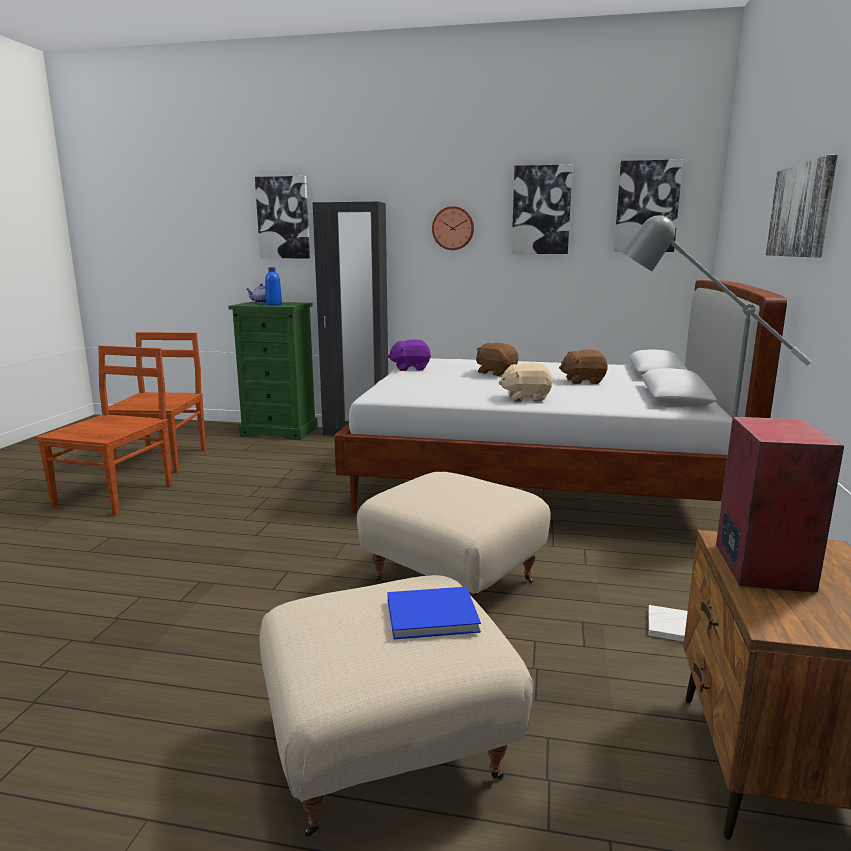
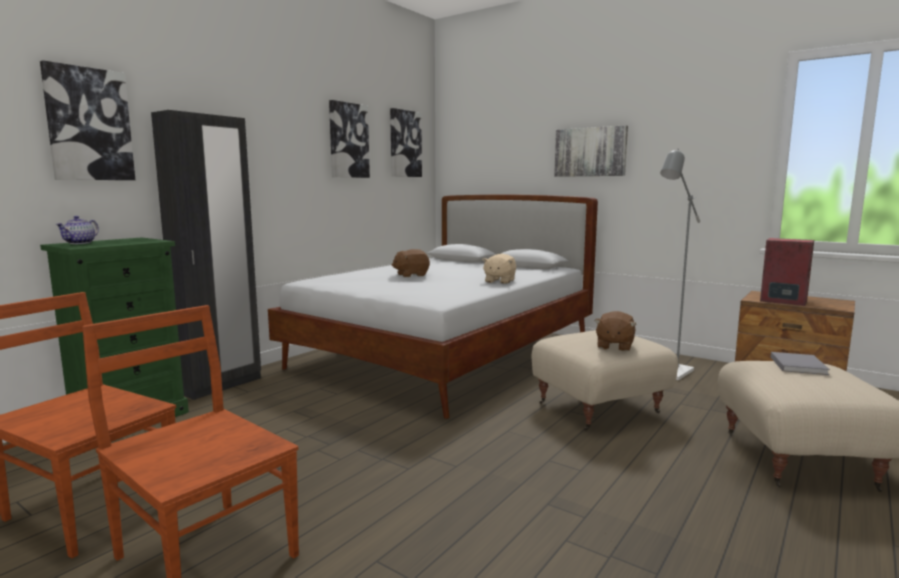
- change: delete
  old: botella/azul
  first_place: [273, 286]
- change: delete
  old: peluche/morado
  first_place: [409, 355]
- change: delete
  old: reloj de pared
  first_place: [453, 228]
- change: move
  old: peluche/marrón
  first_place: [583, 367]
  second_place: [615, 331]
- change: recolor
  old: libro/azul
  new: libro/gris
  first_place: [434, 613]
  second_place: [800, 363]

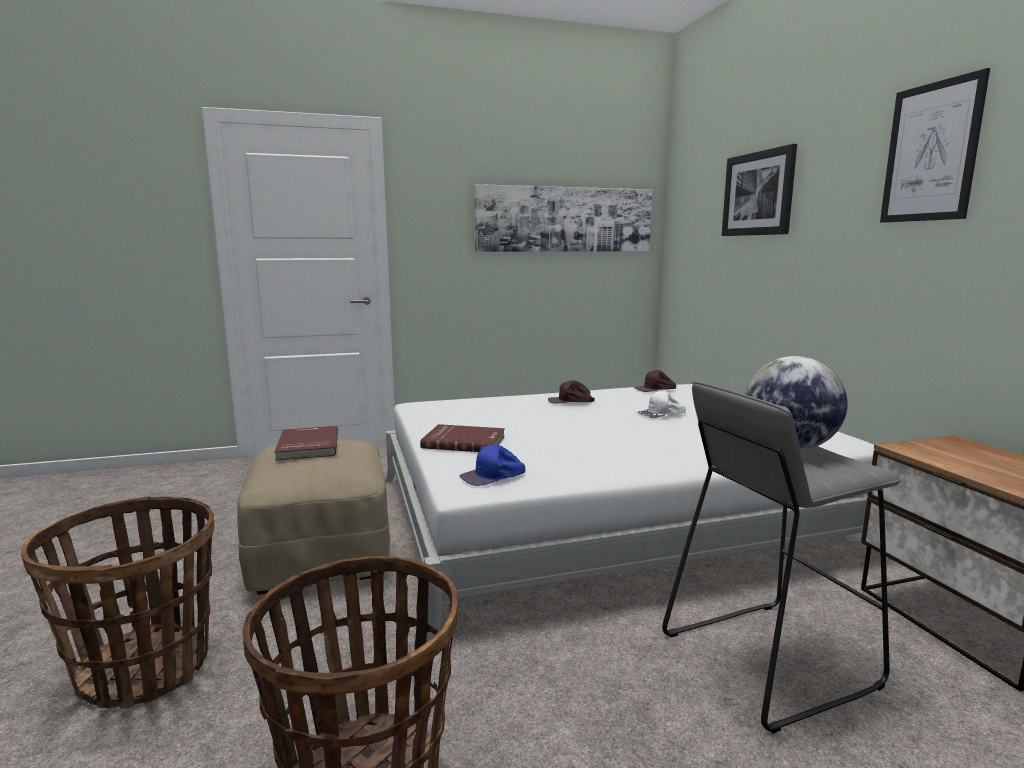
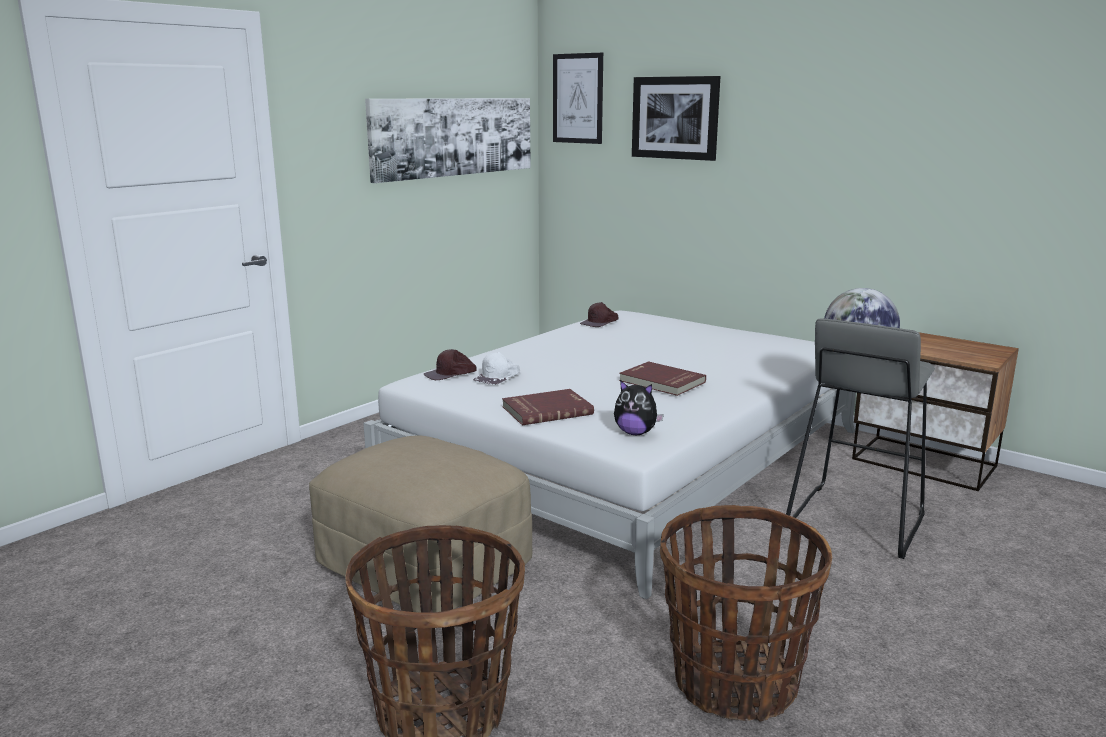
- change: move
  old: libro/rojo
  first_place: [306, 443]
  second_place: [662, 378]
- change: move
  old: gorra/marrón
  first_place: [571, 391]
  second_place: [450, 364]
- change: move
  old: gorra/blanco
  first_place: [661, 404]
  second_place: [496, 368]
- change: move
  old: cuadro
  first_place: [935, 145]
  second_place: [578, 98]
- change: replace
  old: gorra/azul
  new: peluche
  first_place: [492, 465]
  second_place: [639, 407]

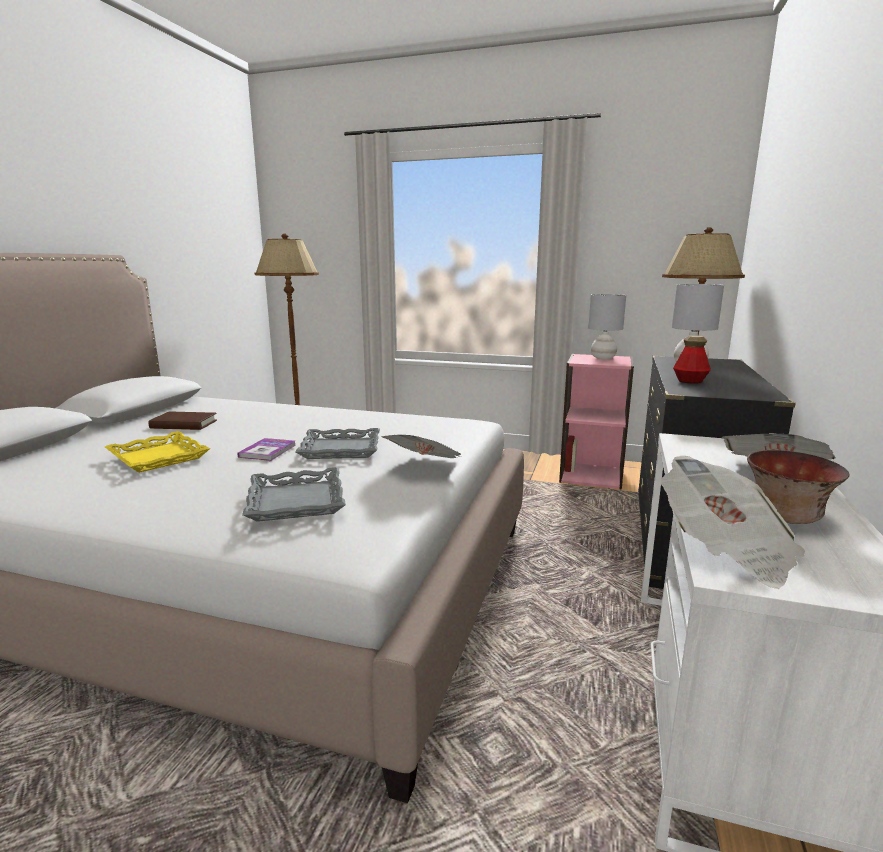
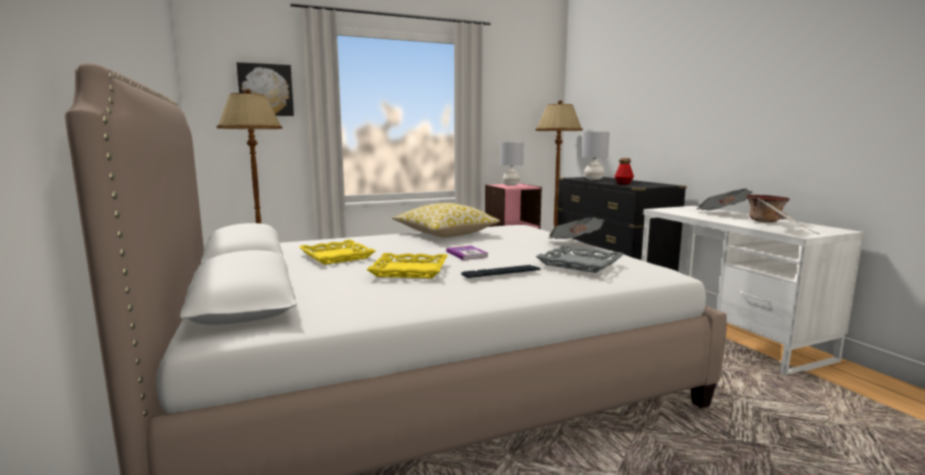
- change: delete
  old: bandeja/gris
  first_place: [338, 443]
- change: insert
  new: cuadro
  second_place: [265, 89]
- change: insert
  new: cojín
  second_place: [446, 220]
- change: insert
  new: teclado
  second_place: [500, 271]
- change: replace
  old: libro/marrón
  new: bandeja/amarillo
  first_place: [183, 421]
  second_place: [337, 252]

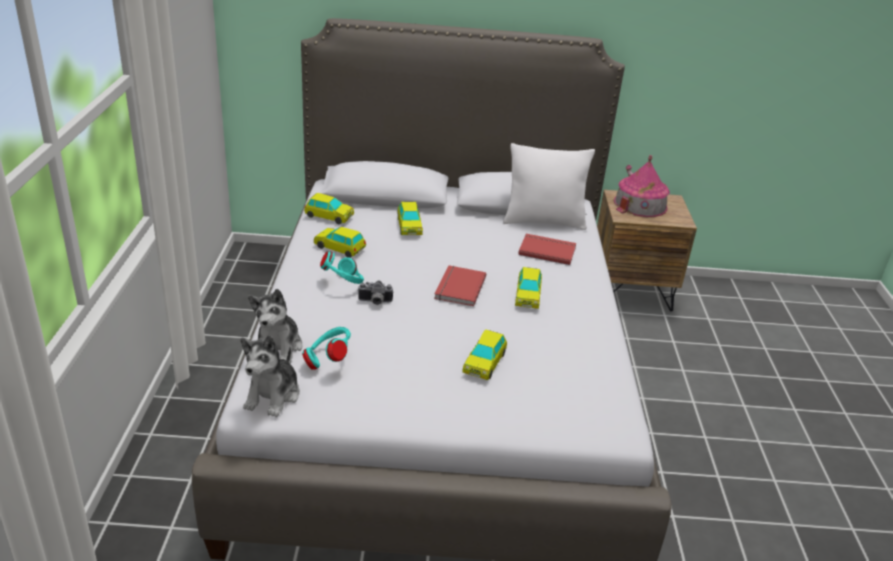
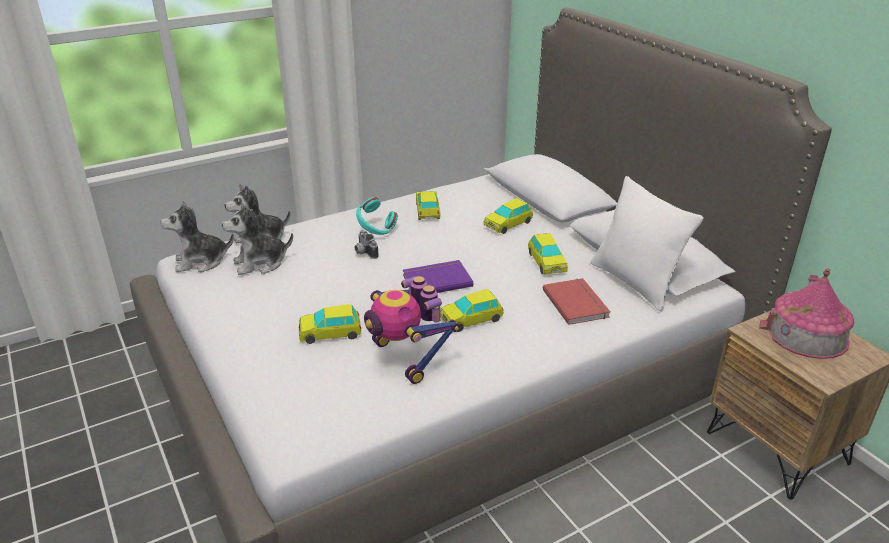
- change: insert
  new: robot de juguete
  second_place: [412, 330]
- change: move
  old: coche de juguete
  first_place: [329, 208]
  second_place: [548, 253]
- change: replace
  old: auriculares/turquesa
  new: peluche
  first_place: [326, 348]
  second_place: [257, 238]
- change: recolor
  old: libro/rojo
  new: libro/morado
  first_place: [460, 285]
  second_place: [438, 276]

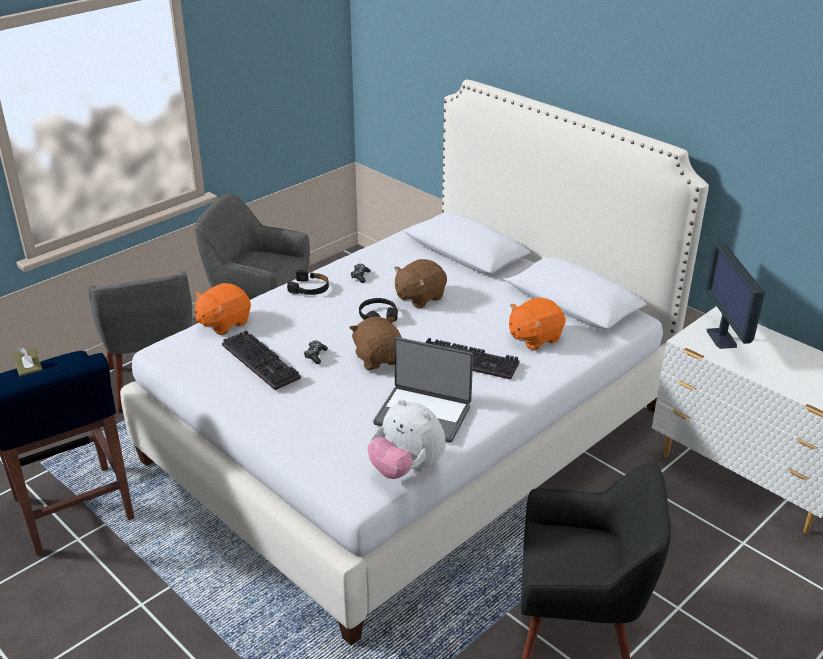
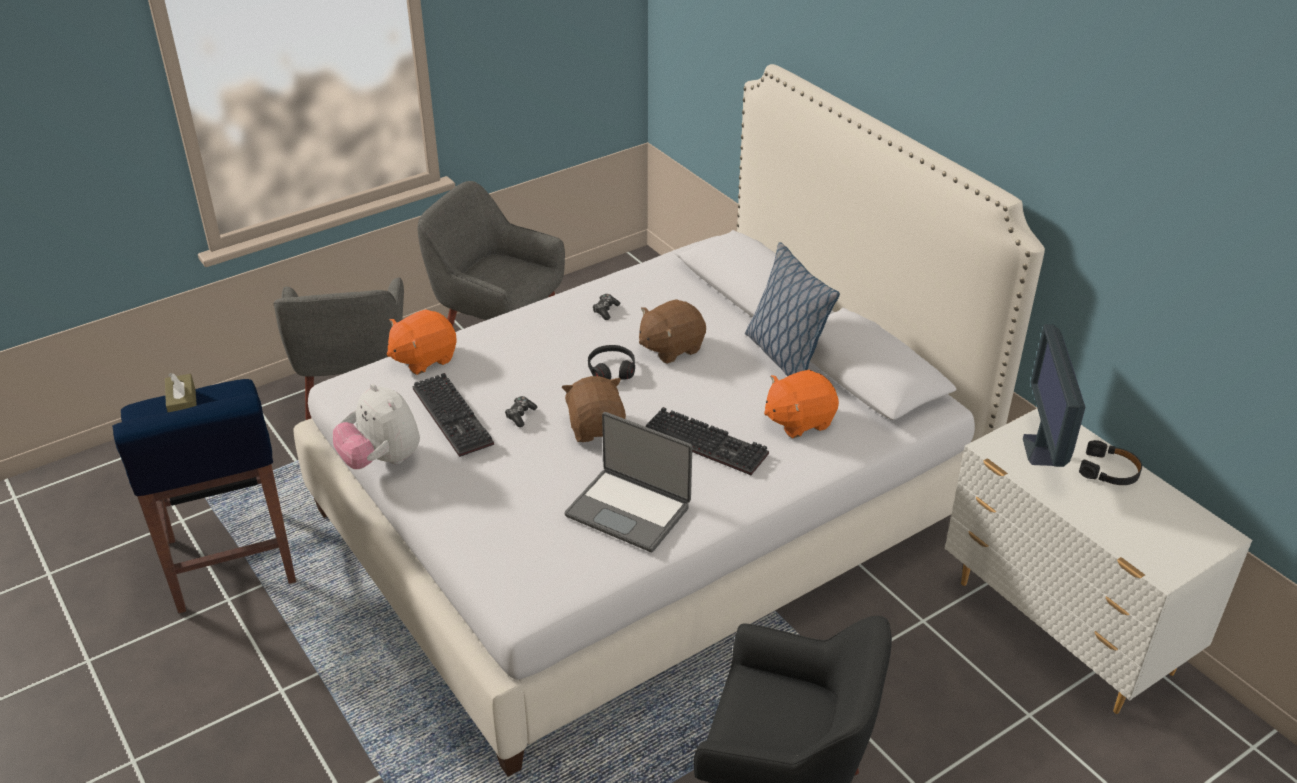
- change: insert
  new: cojín
  second_place: [792, 309]
- change: move
  old: auriculares/negro
  first_place: [308, 282]
  second_place: [1110, 462]
- change: move
  old: peluche
  first_place: [407, 439]
  second_place: [376, 426]

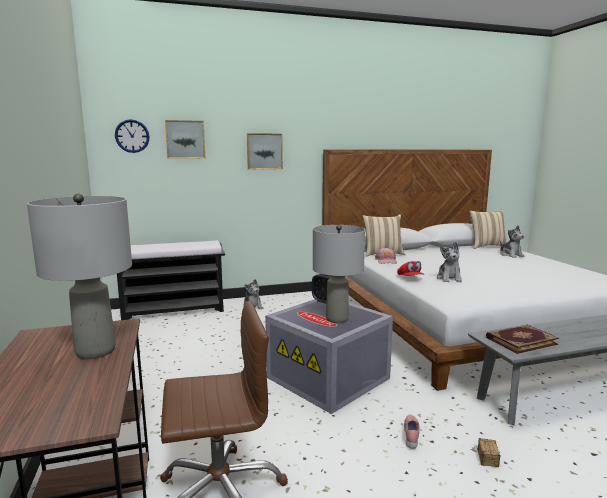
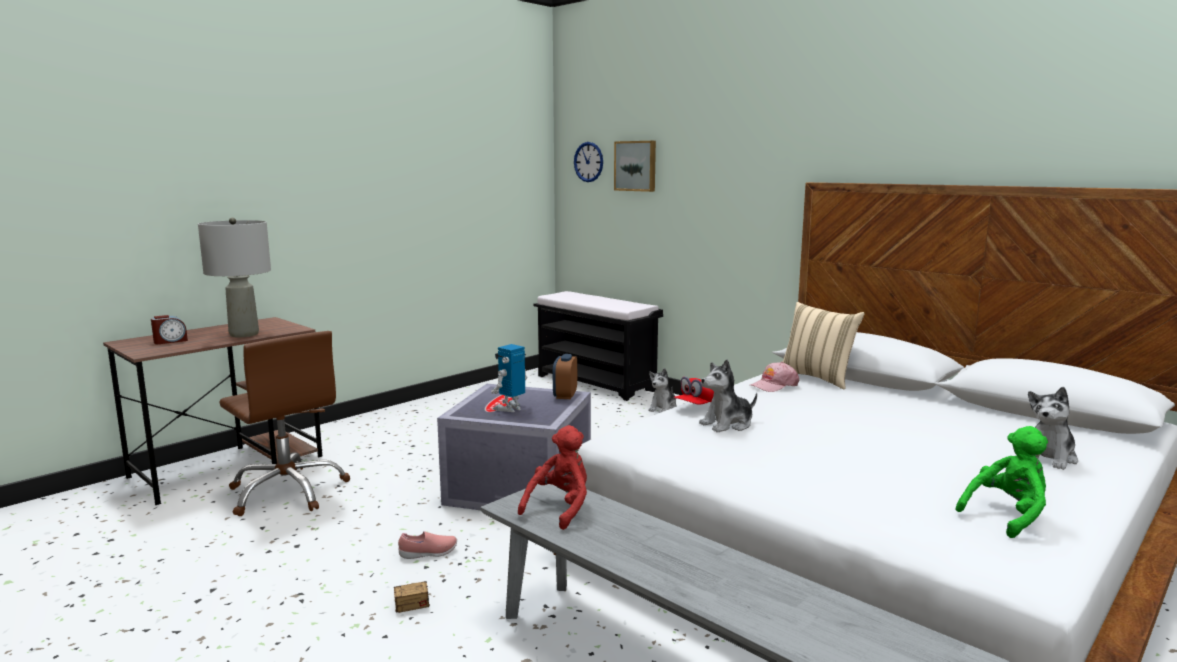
- change: delete
  old: cuadro
  first_place: [265, 151]
- change: delete
  old: cojín/beis
  first_place: [488, 229]
- change: insert
  new: despertador
  second_place: [169, 329]
- change: insert
  new: peluche/verde
  second_place: [1002, 482]
- change: replace
  old: lámpara de mesa/gris
  new: robot de juguete
  first_place: [339, 274]
  second_place: [509, 378]
- change: replace
  old: libro
  new: peluche/rojo
  first_place: [522, 339]
  second_place: [552, 477]

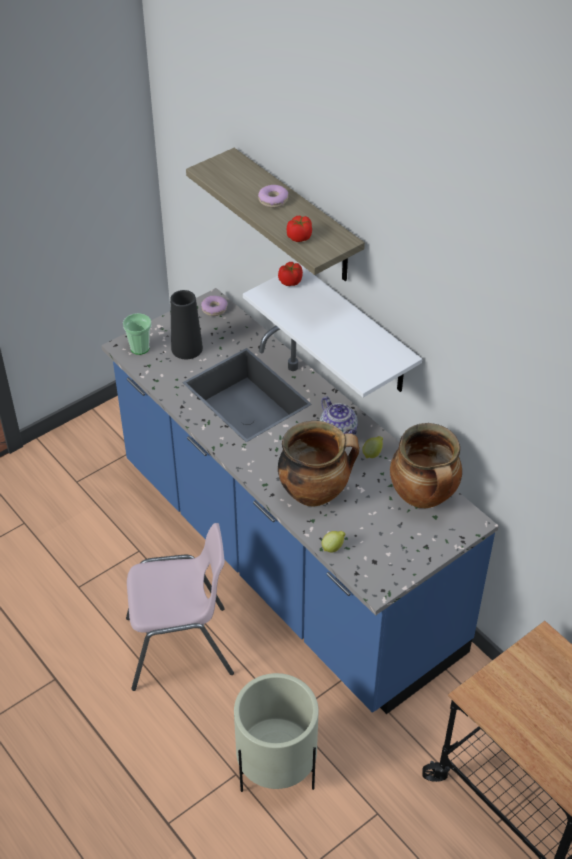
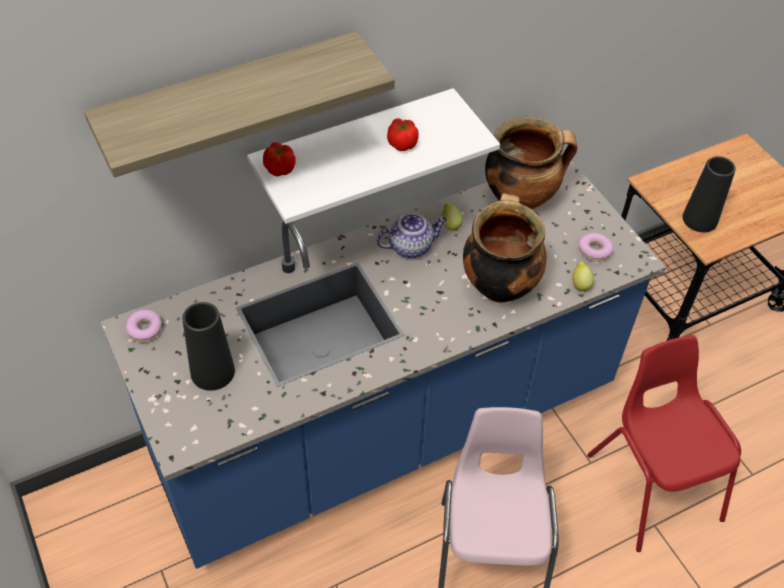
- change: delete
  old: taza
  first_place: [137, 334]
- change: insert
  new: florero/negro
  second_place: [709, 194]
- change: move
  old: rosquilla
  first_place: [273, 196]
  second_place: [596, 247]
- change: move
  old: tomate
  first_place: [299, 229]
  second_place: [402, 134]
- change: replace
  old: maceta/beis
  new: silla/rojo
  first_place: [276, 732]
  second_place: [664, 443]

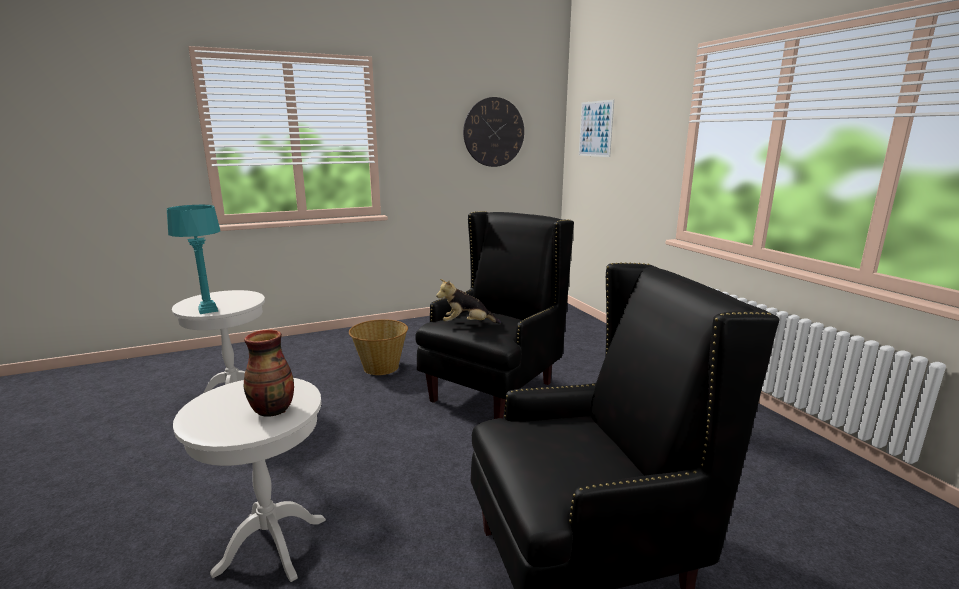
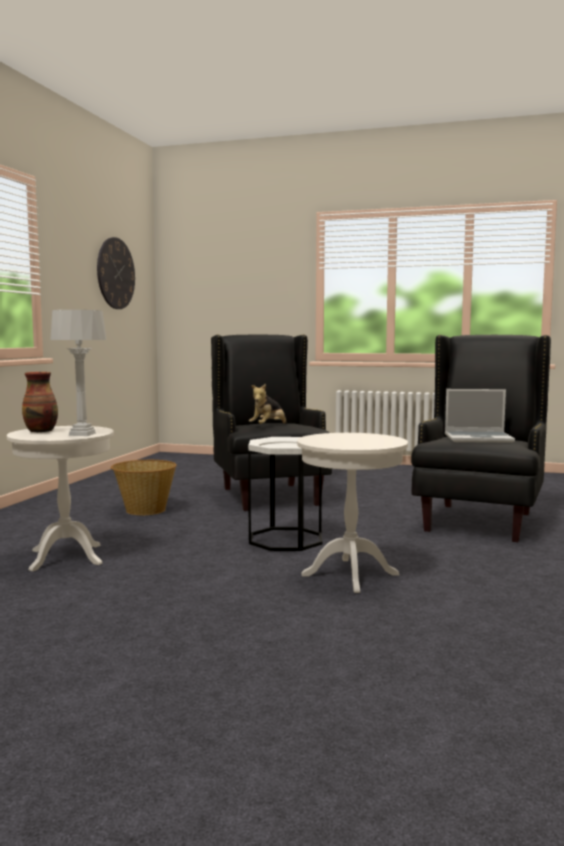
- change: delete
  old: cuadro
  first_place: [596, 128]
- change: insert
  new: mesa auxiliar/blanco
  second_place: [285, 494]
- change: insert
  new: portátil
  second_place: [480, 416]
- change: move
  old: florero
  first_place: [269, 373]
  second_place: [40, 402]
- change: recolor
  old: lámpara de mesa/turquesa
  new: lámpara de mesa/gris
  first_place: [193, 259]
  second_place: [78, 373]

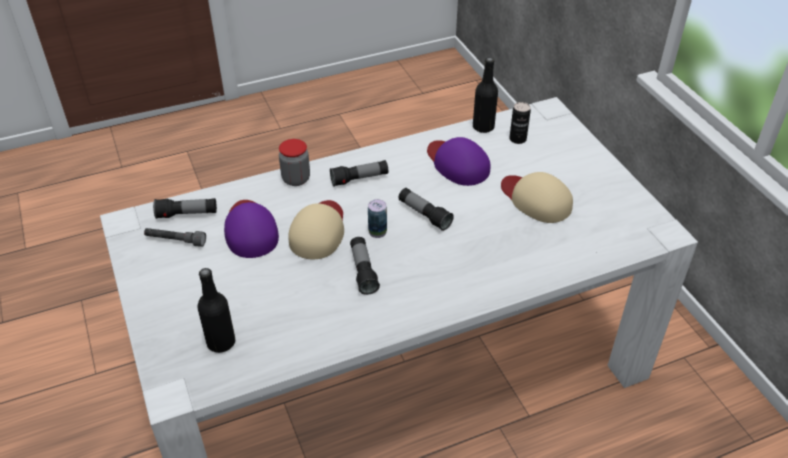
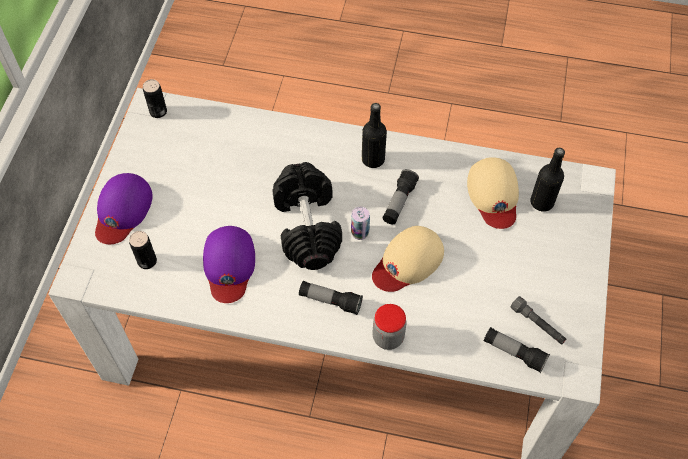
- change: insert
  new: lata
  second_place: [155, 98]
- change: move
  old: gorra/morado
  first_place: [251, 229]
  second_place: [124, 208]
- change: move
  old: botella/negro
  first_place: [485, 95]
  second_place: [374, 135]
- change: move
  old: gorra/beis
  first_place: [537, 197]
  second_place: [493, 193]
- change: replace
  old: linterna
  new: mancuerna/negro
  first_place: [426, 209]
  second_place: [307, 216]

